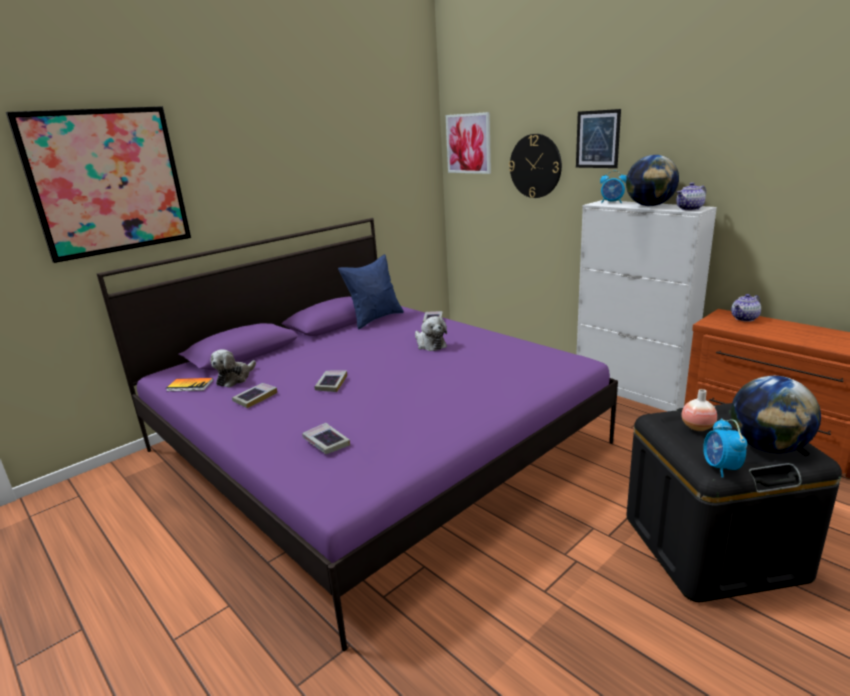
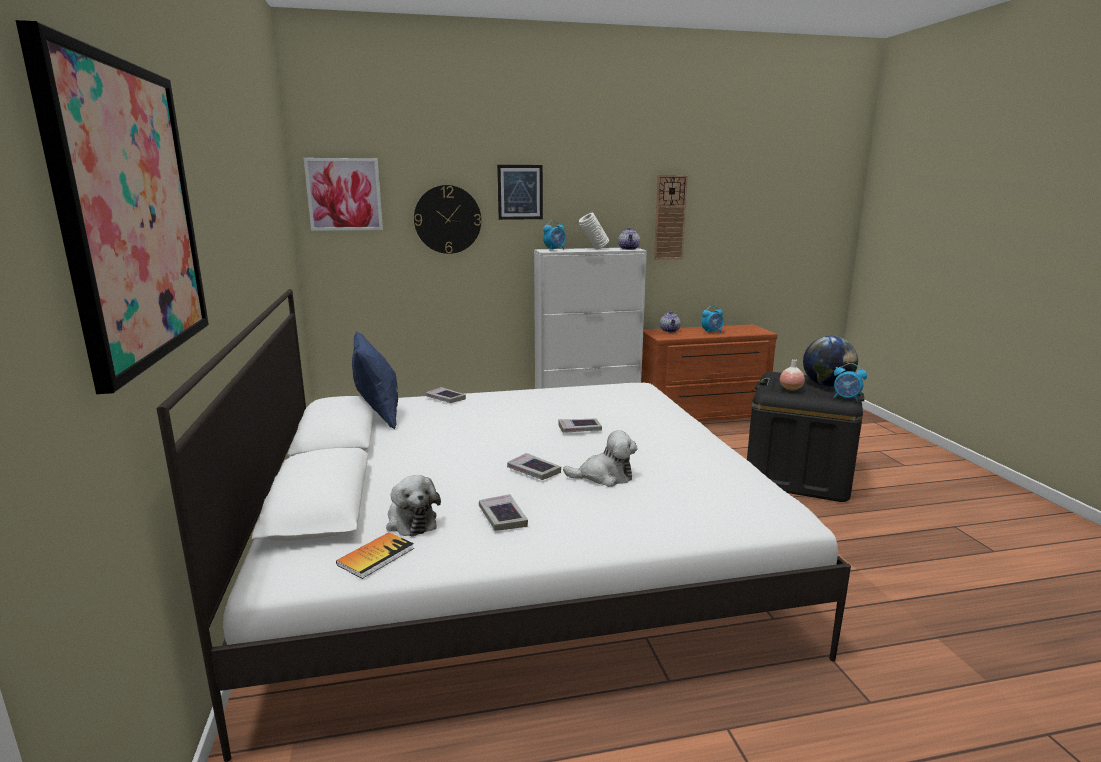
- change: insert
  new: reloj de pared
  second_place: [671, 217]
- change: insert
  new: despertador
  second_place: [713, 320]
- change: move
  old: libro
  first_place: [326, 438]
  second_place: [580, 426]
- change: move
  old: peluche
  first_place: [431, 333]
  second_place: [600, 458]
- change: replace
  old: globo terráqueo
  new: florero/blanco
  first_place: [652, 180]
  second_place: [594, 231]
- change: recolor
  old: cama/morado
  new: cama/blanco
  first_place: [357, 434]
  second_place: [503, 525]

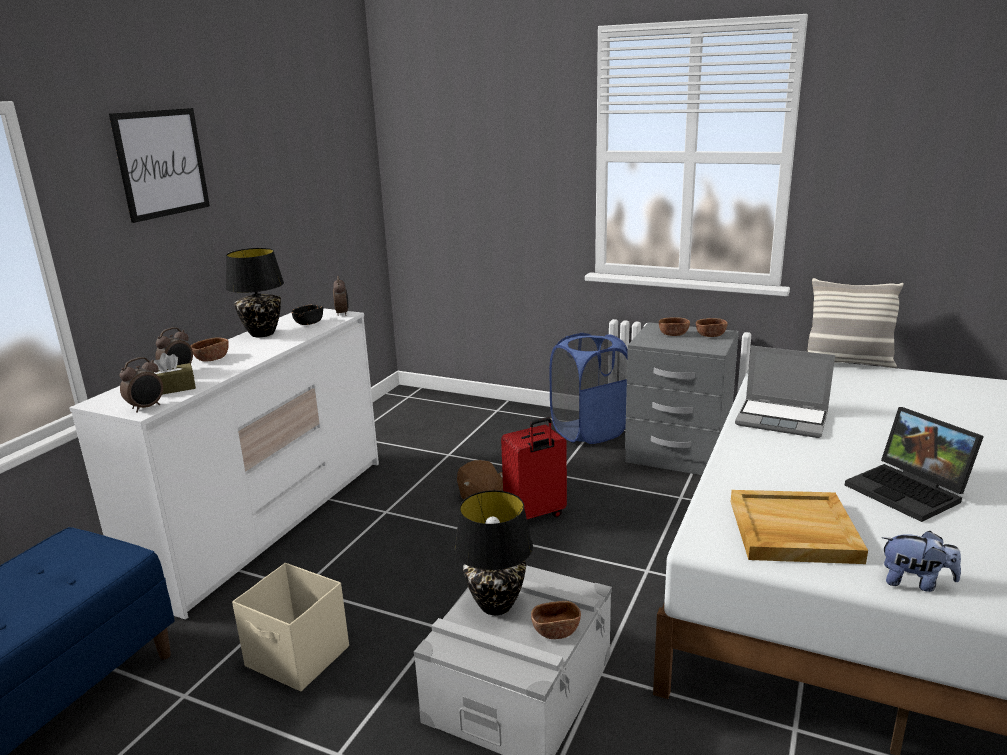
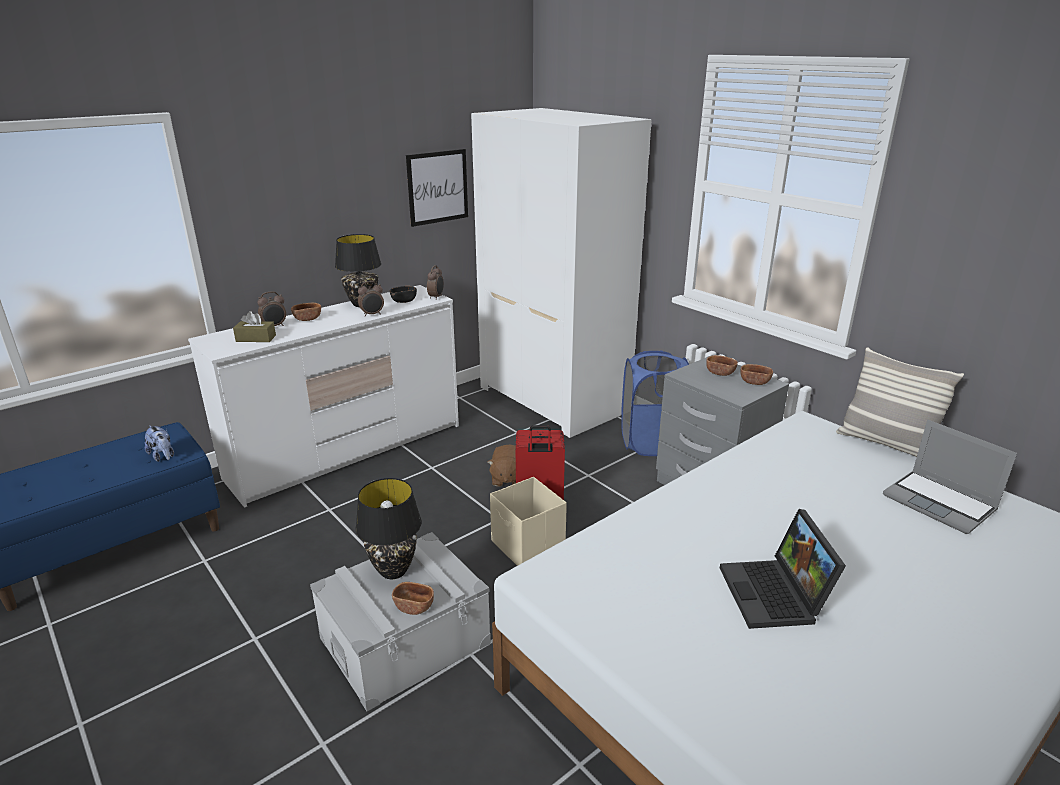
- change: delete
  old: bandeja/beis
  first_place: [799, 527]
- change: insert
  new: armario ropero/blanco
  second_place: [561, 273]
- change: move
  old: cuadro
  first_place: [159, 165]
  second_place: [437, 188]
- change: move
  old: despertador
  first_place: [141, 385]
  second_place: [371, 299]
- change: move
  old: caja de almacenaje/beis
  first_place: [290, 627]
  second_place: [528, 521]
- change: move
  old: portátil
  first_place: [785, 391]
  second_place: [950, 477]
- change: move
  old: peluche
  first_place: [921, 561]
  second_place: [159, 443]

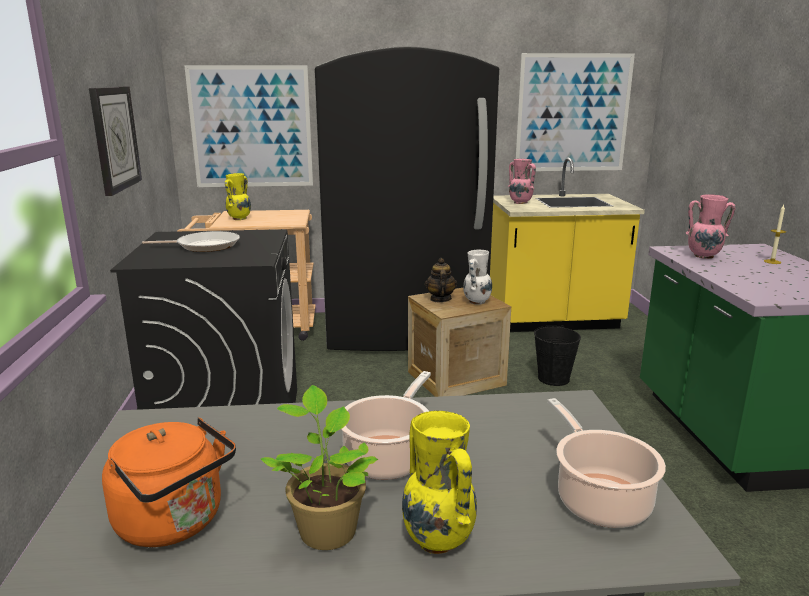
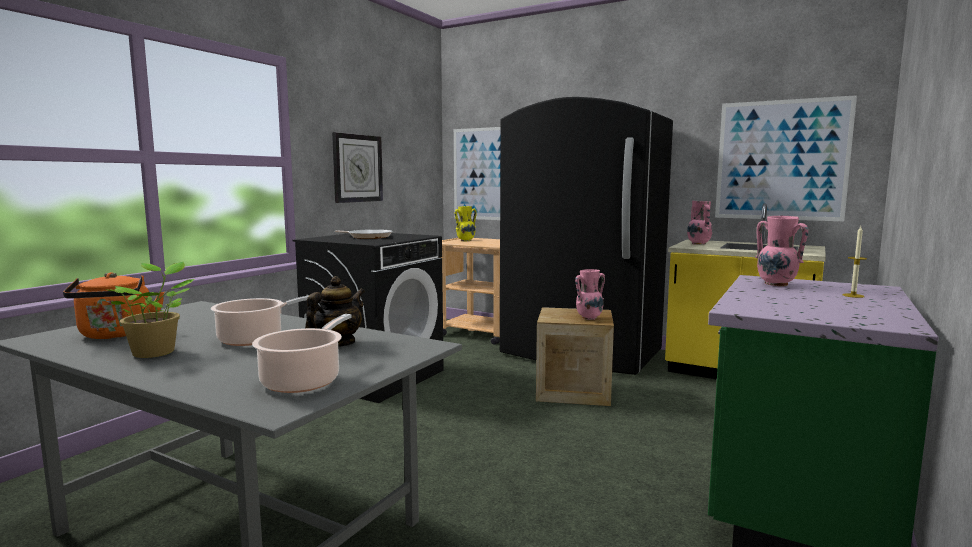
- change: delete
  old: florero/amarillo
  first_place: [439, 482]
- change: delete
  old: cubo/negro
  first_place: [557, 355]
- change: move
  old: tetera
  first_place: [441, 280]
  second_place: [335, 311]
- change: recolor
  old: florero/blanco
  new: florero/rosa
  first_place: [477, 277]
  second_place: [590, 294]

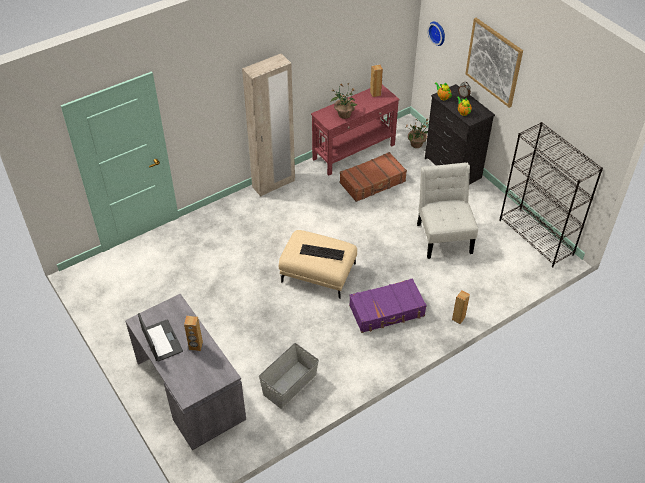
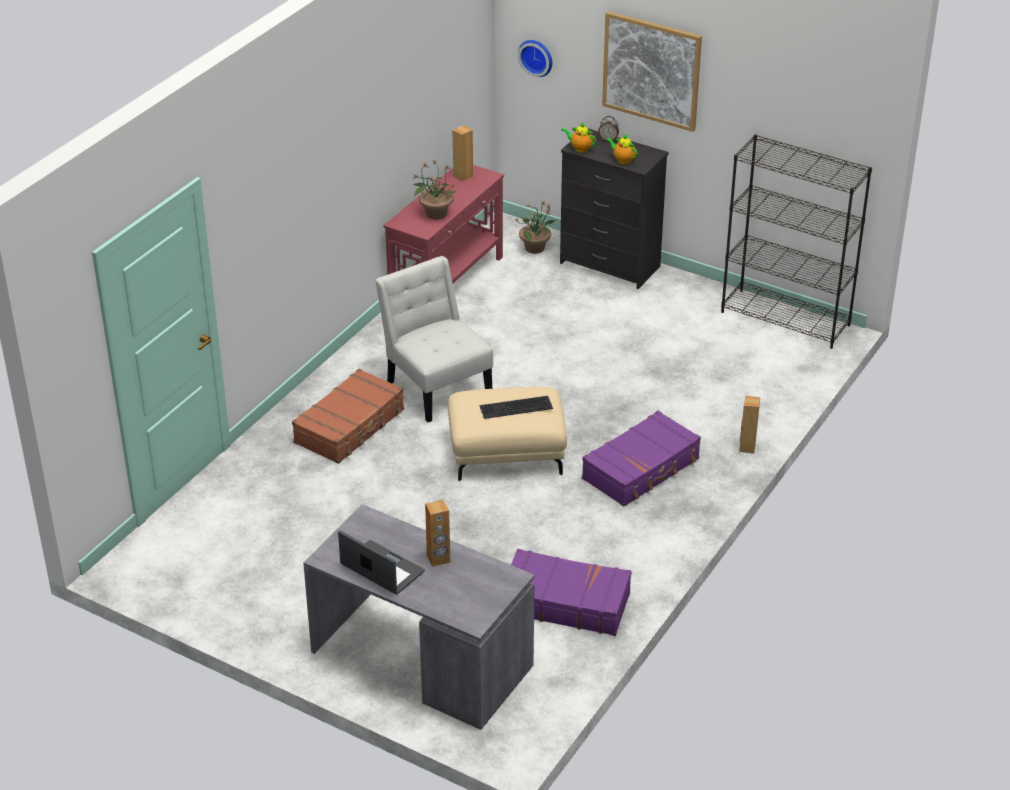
- change: delete
  old: armario ropero/beis
  first_place: [268, 125]
- change: move
  old: maleta/marrón
  first_place: [373, 177]
  second_place: [348, 416]
- change: move
  old: silla/blanco
  first_place: [447, 211]
  second_place: [434, 339]
- change: replace
  old: caja de almacenaje/gris
  new: maleta/morado
  first_place: [289, 376]
  second_place: [571, 592]

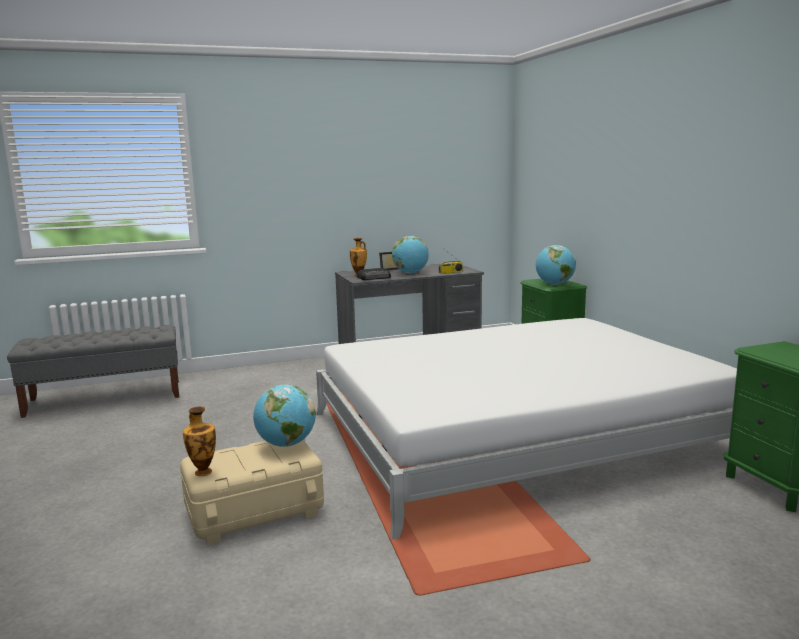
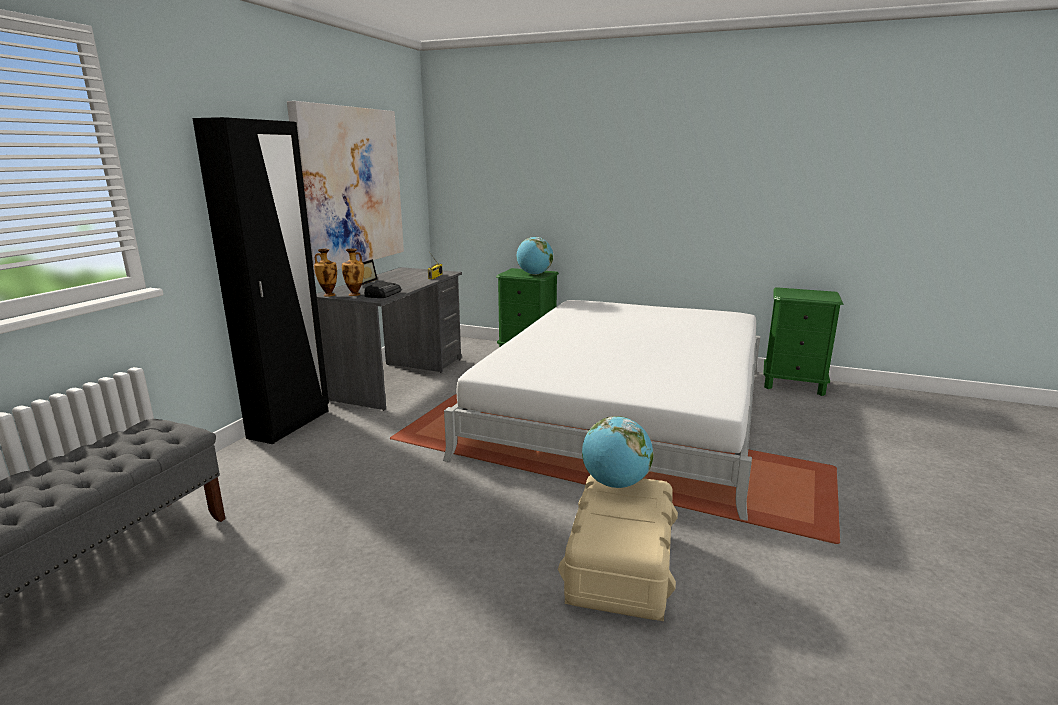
- change: delete
  old: globo terráqueo
  first_place: [410, 254]
- change: insert
  new: armario ropero/negro
  second_place: [261, 280]
- change: insert
  new: cuadro
  second_place: [345, 188]
- change: move
  old: florero
  first_place: [199, 441]
  second_place: [325, 273]

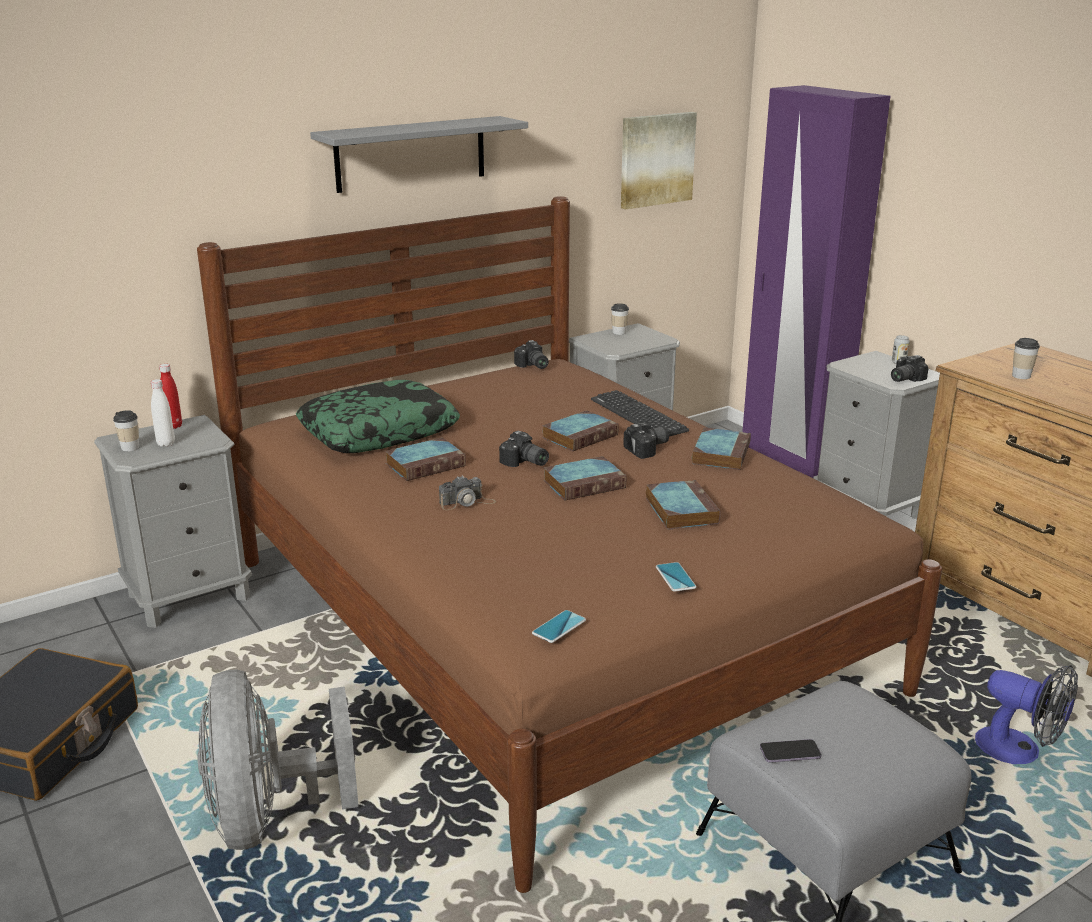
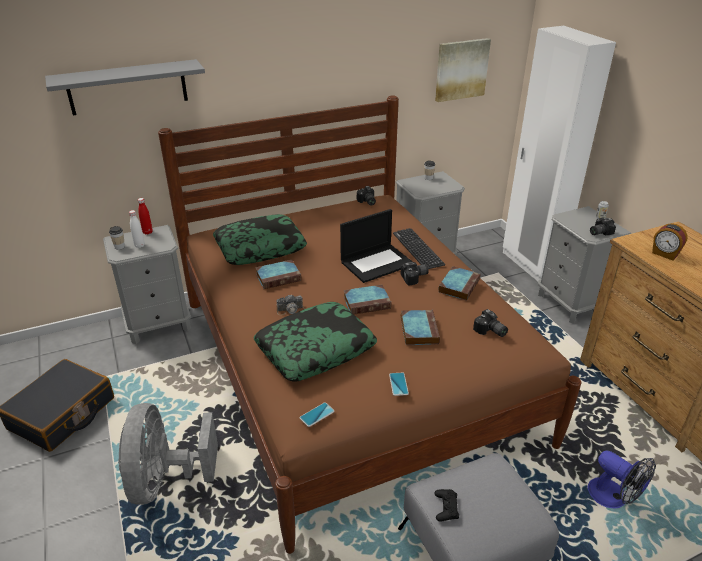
- change: insert
  new: cojín
  second_place: [315, 342]
- change: move
  old: estante/gris
  first_place: [419, 154]
  second_place: [125, 87]
- change: move
  old: cámara
  first_place: [524, 449]
  second_place: [490, 323]
- change: replace
  old: libro
  new: portátil
  first_place: [580, 430]
  second_place: [376, 246]
- change: replace
  old: móvil
  new: mando de consola/negro
  first_place: [790, 751]
  second_place: [446, 505]
- change: replace
  old: taza
  new: despertador
  first_place: [1026, 358]
  second_place: [670, 241]
- change: recolor
  old: armario ropero/morado
  new: armario ropero/blanco
  first_place: [816, 281]
  second_place: [559, 153]

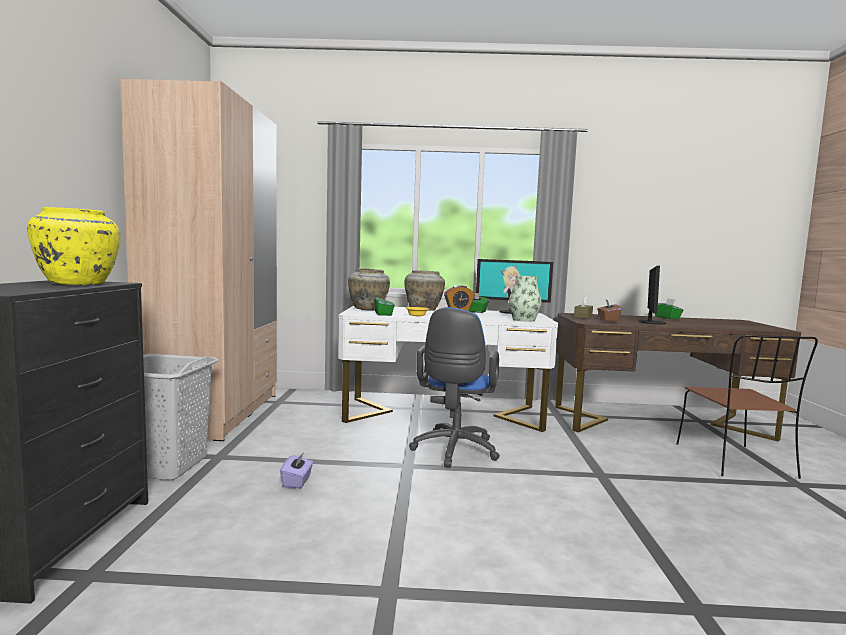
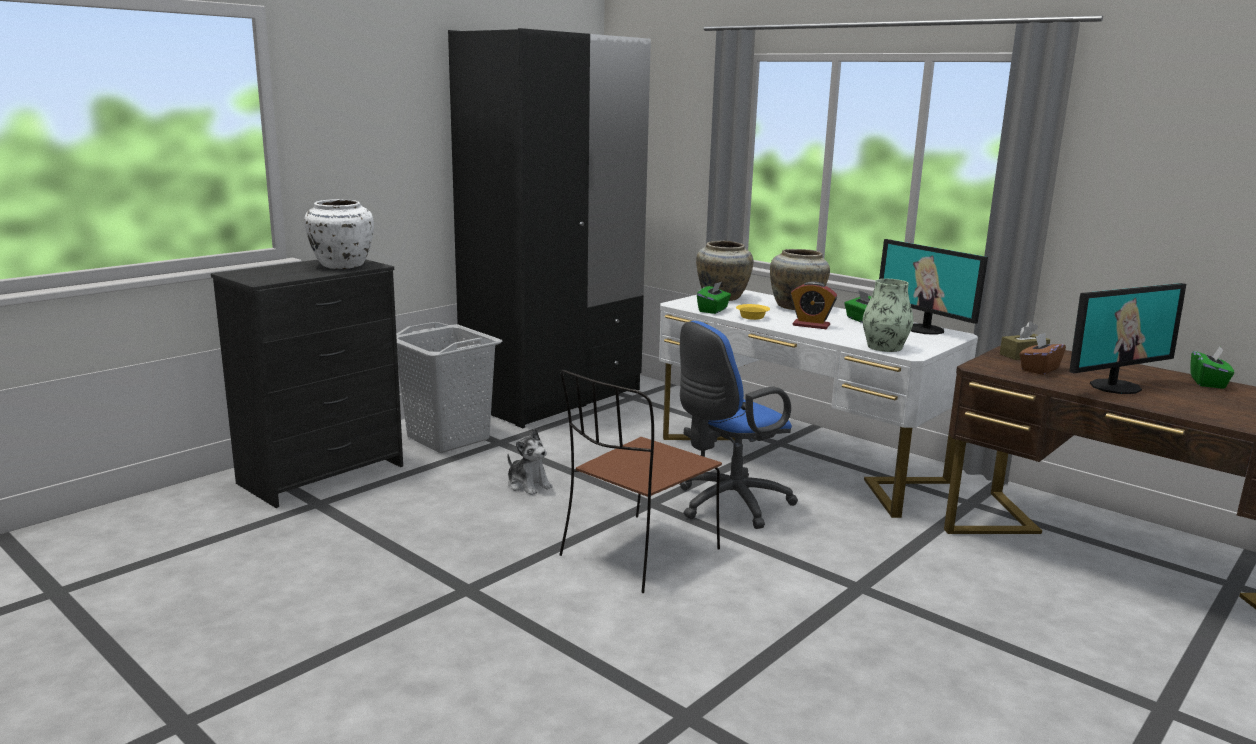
- change: move
  old: silla/marrón
  first_place: [747, 407]
  second_place: [640, 481]
- change: replace
  old: caja de pañuelos/morado
  new: peluche
  first_place: [296, 470]
  second_place: [529, 461]
- change: recolor
  old: florero/amarillo
  new: florero/blanco
  first_place: [73, 246]
  second_place: [339, 234]
- change: recolor
  old: armario ropero/beis
  new: armario ropero/negro
  first_place: [198, 259]
  second_place: [549, 228]

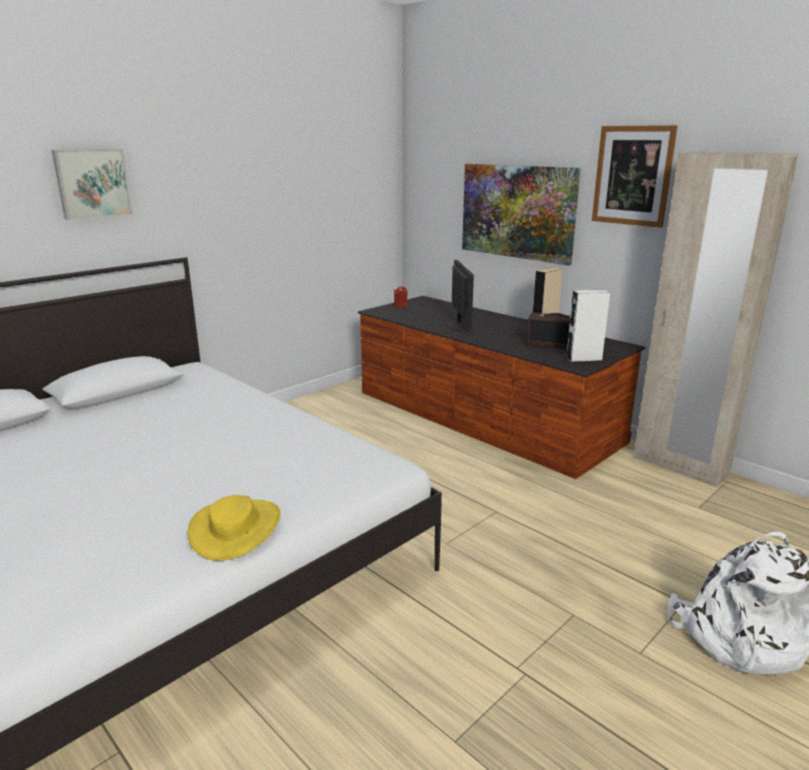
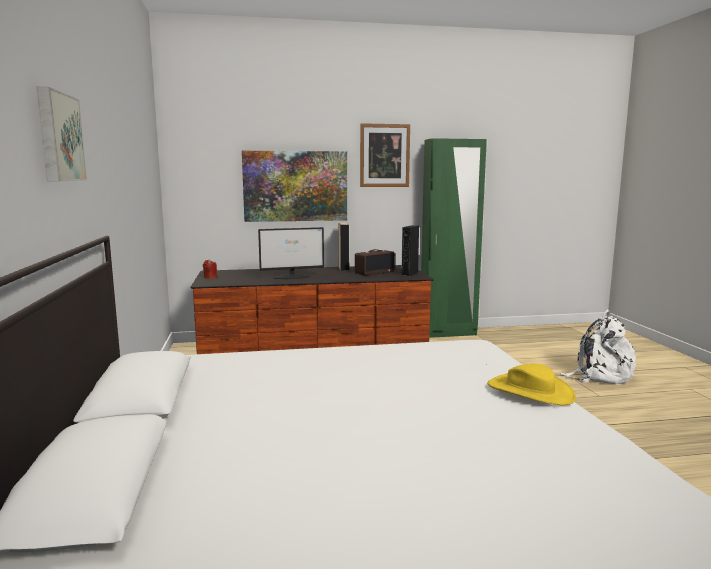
- change: recolor
  old: altavoz/blanco
  new: altavoz/negro
  first_place: [588, 326]
  second_place: [410, 251]
- change: recolor
  old: armario ropero/beis
  new: armario ropero/verde
  first_place: [716, 319]
  second_place: [454, 238]
- change: rotate
  old: monitor
  first_place: [460, 295]
  second_place: [291, 253]
  degrees: 135

